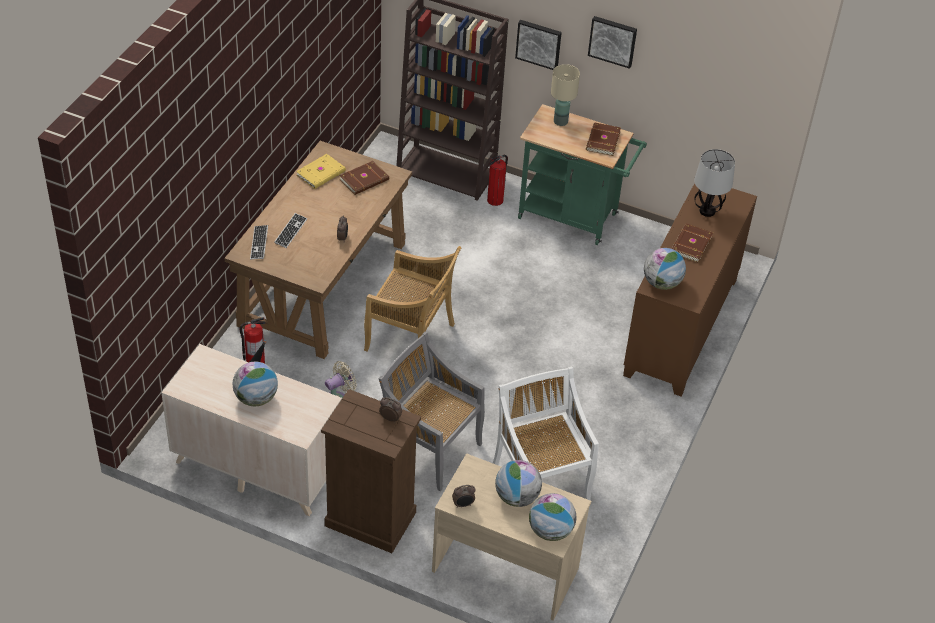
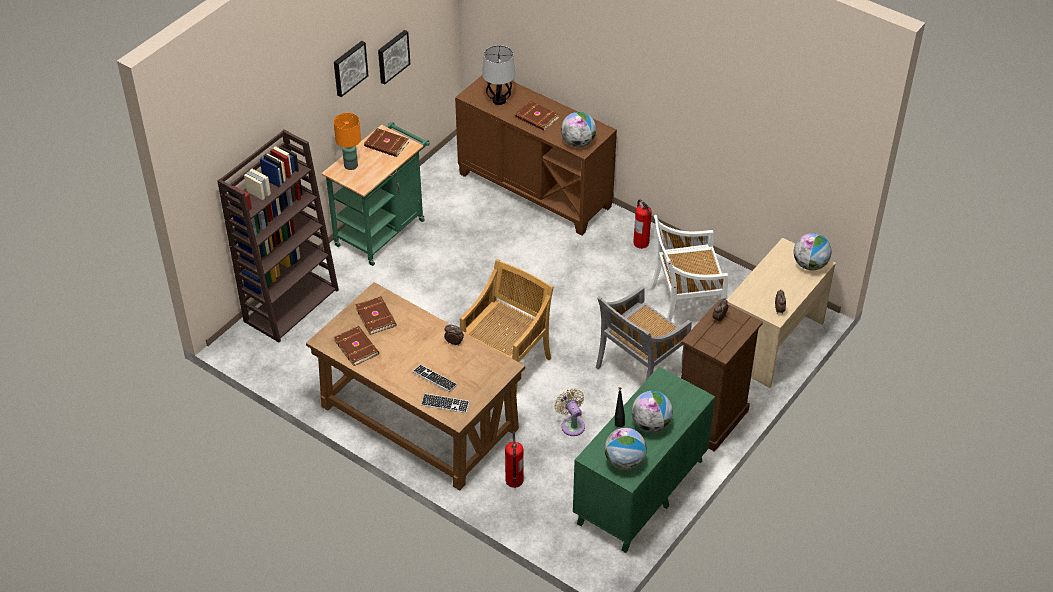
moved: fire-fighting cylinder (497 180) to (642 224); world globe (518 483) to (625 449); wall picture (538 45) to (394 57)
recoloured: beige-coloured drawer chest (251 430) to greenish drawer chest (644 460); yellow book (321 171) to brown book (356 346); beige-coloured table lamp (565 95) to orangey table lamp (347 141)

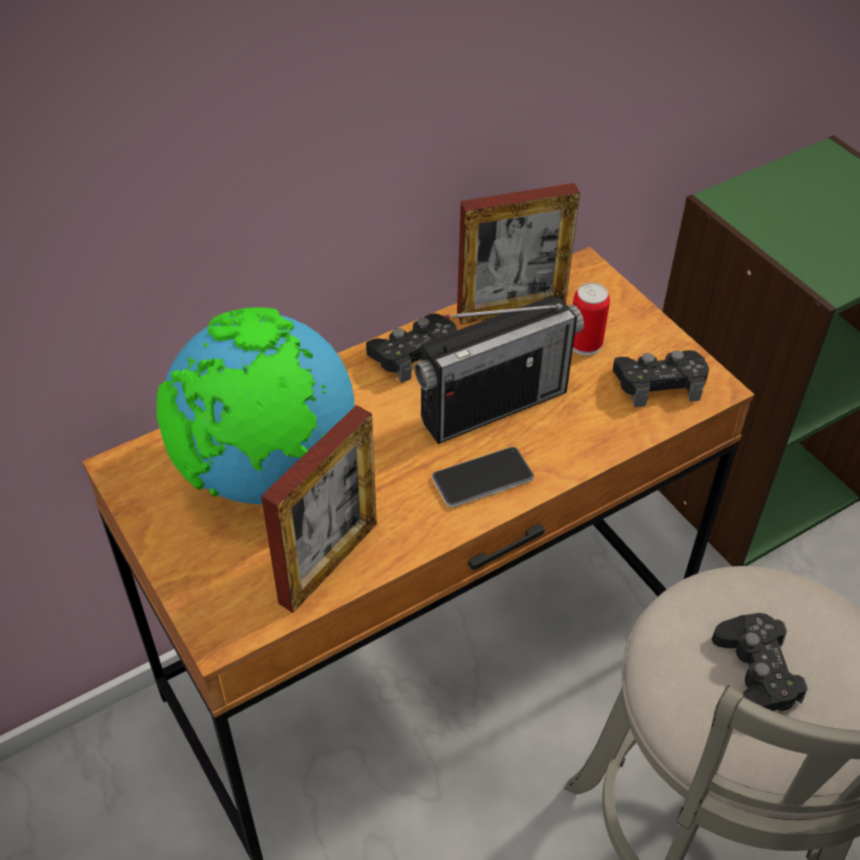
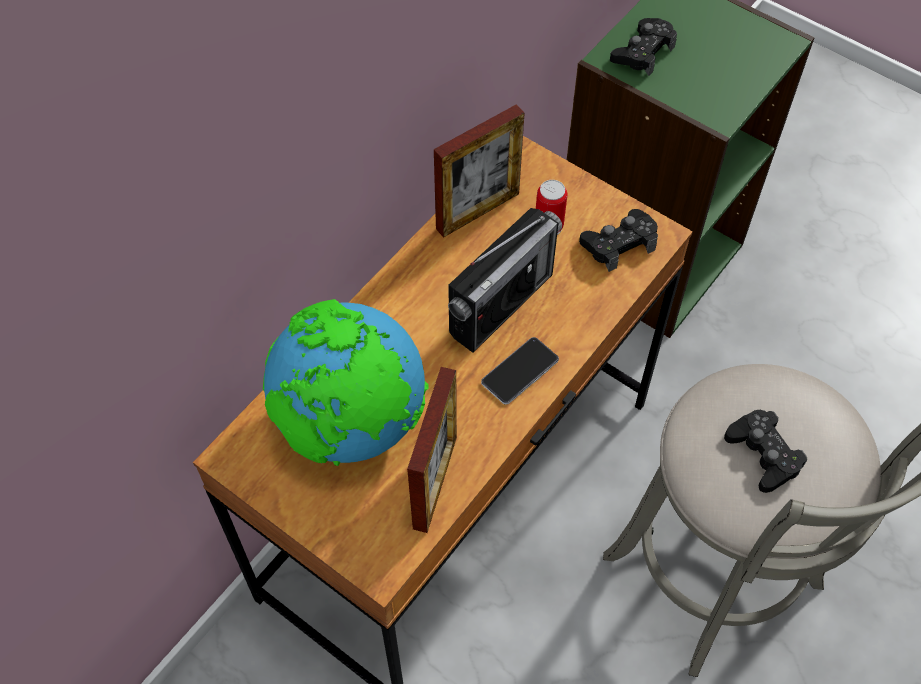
moved: blackish game controller (411 348) to (643 47)

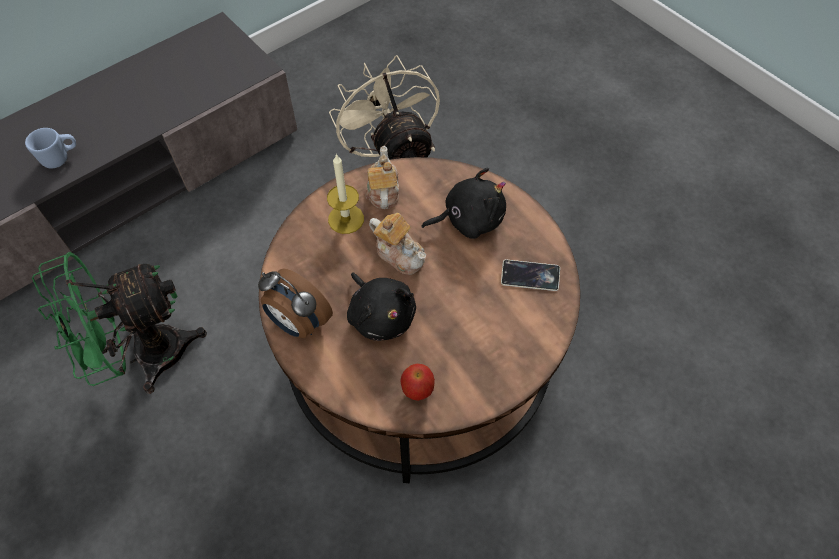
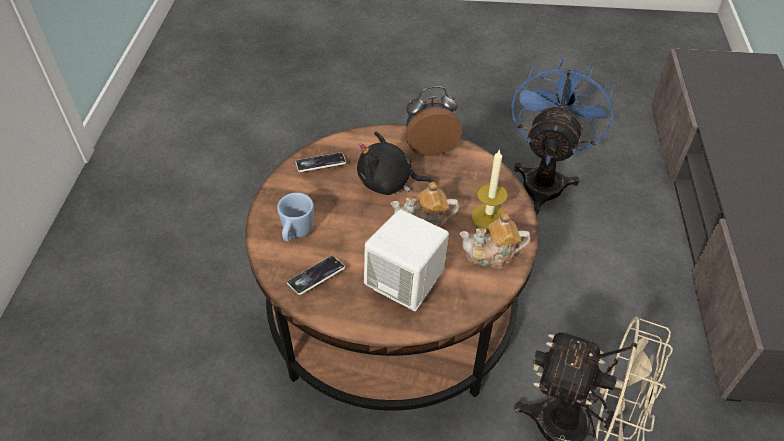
moved: bluish tea mug (50 148) to (295 217)
replaced: apple fruit (417 382) to handset (321 162); blackish soft toy (463 203) to white loudspeaker (406 260)
recoloured: greenish fan (119 323) to bluish fan (562 136)
turned: tea pot (382 177) = (495 241) 135 degrees clockwise

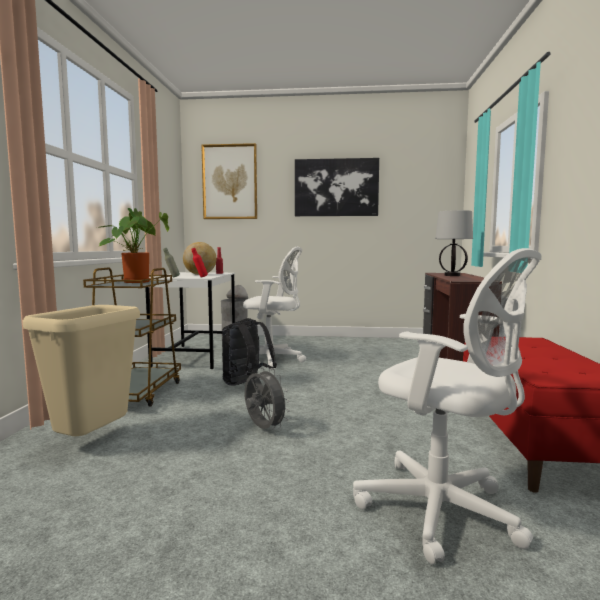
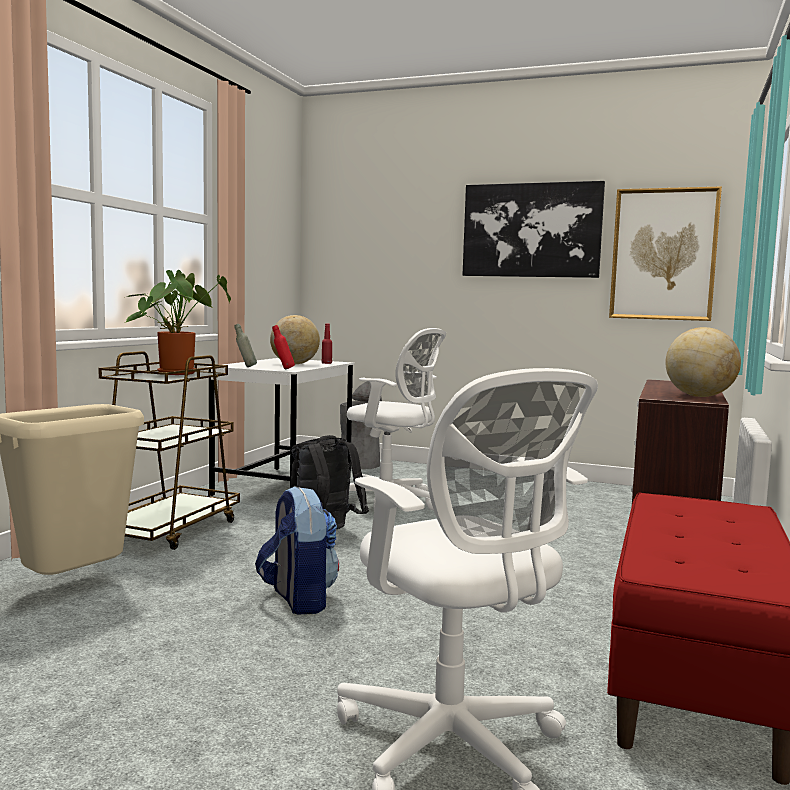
removed: table lamp (454 243)
added: world globe (703 362)
moved: wall picture (229 181) to (665 253)
replaced: greyish fan (267 398) to rucksack (297 550)

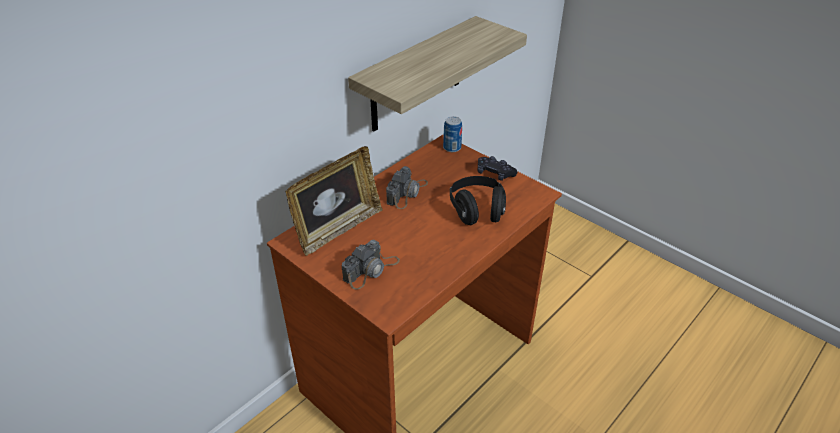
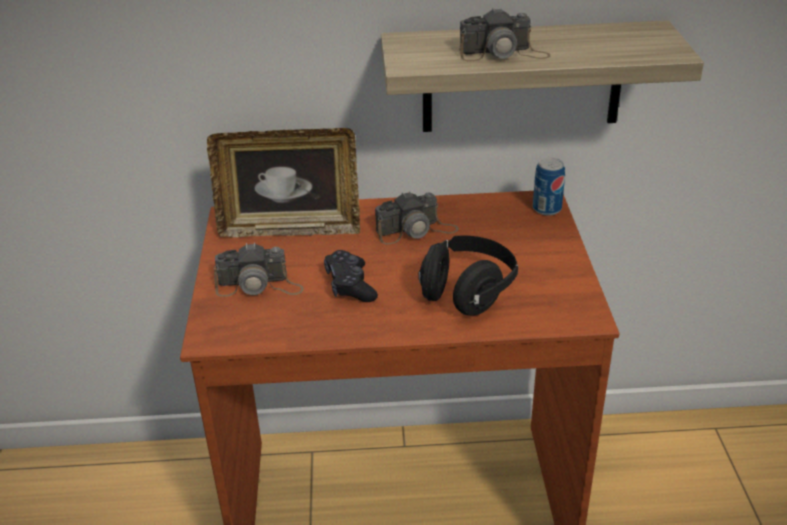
added: photo camera (505 34)
moved: blackish game controller (497 168) to (351 276)

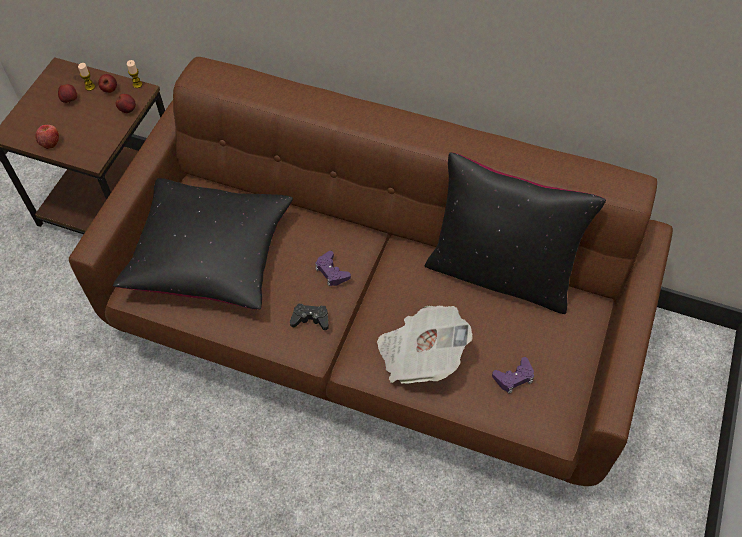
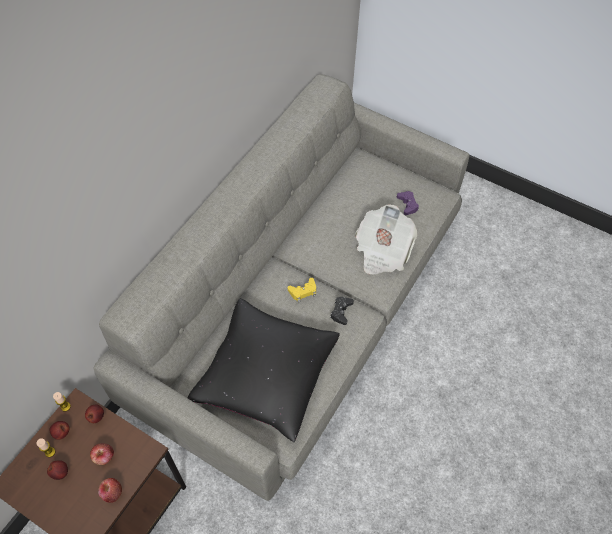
removed: blackish cushion (515 233)
added: apple fruit (102 454)
recoloured: brown settee (371 271) to greyish settee (281 287); purple game controller (333 268) to yellow game controller (302 290)

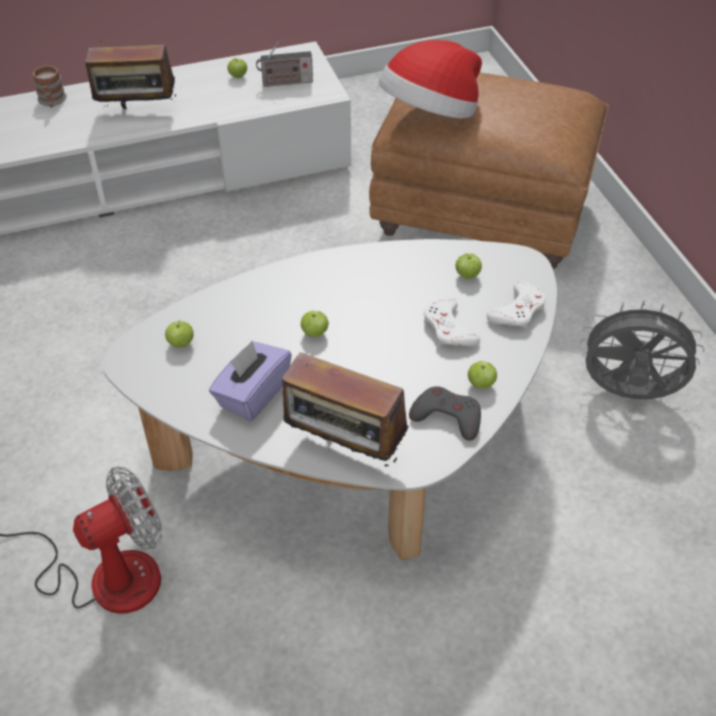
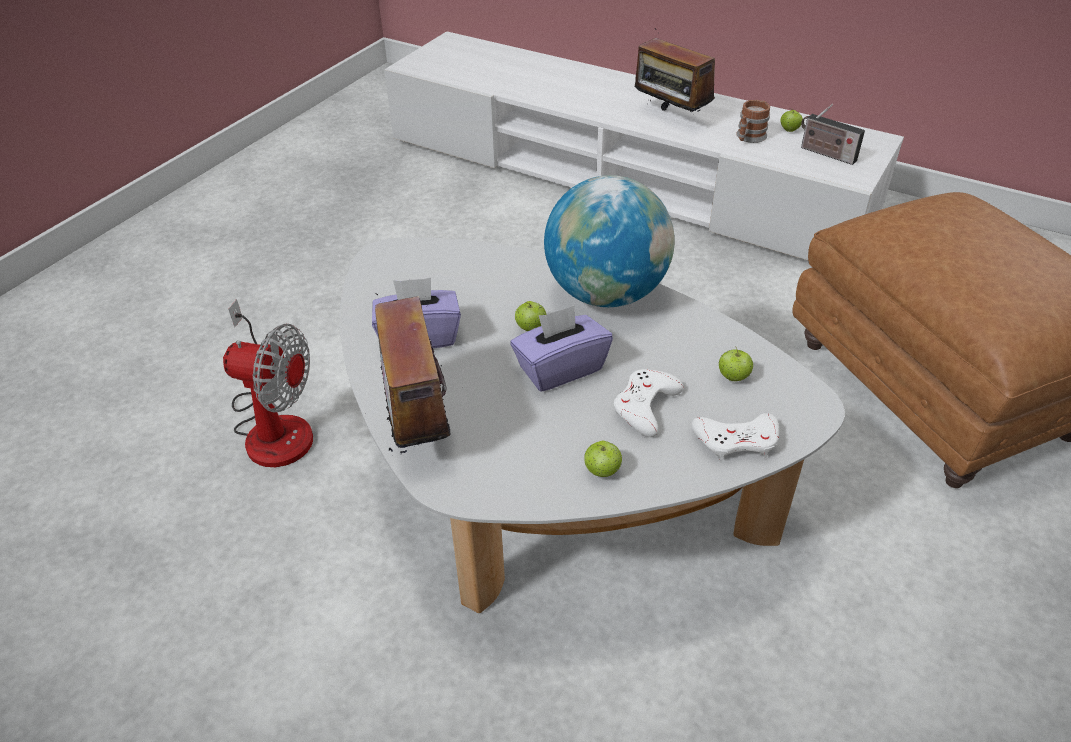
removed: apple fruit (179 333); clothing hat (430 79); greyish game controller (445 413); greyish fan (642 349)
added: purple tissue box (561 348); world globe (609 241)
moved: tea mug (50 86) to (753 121)

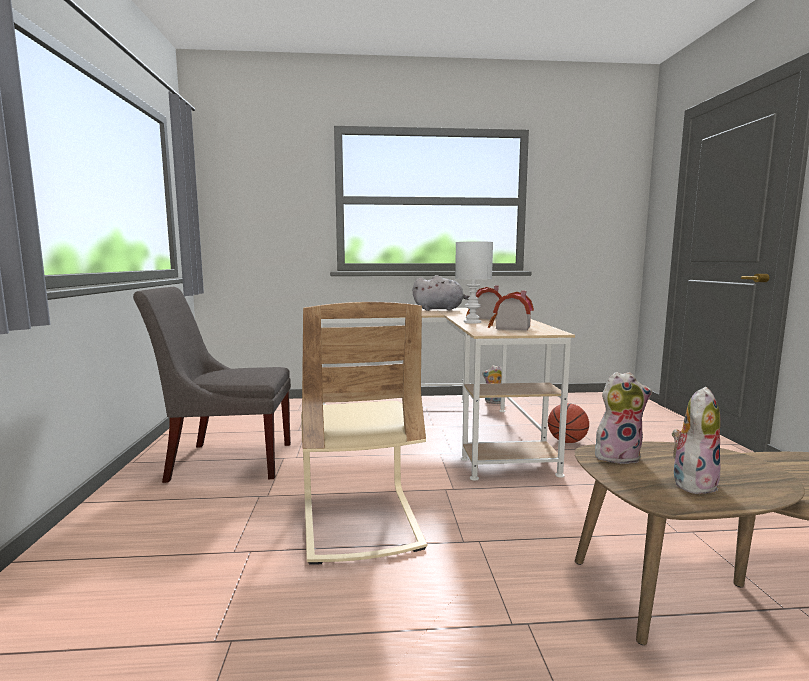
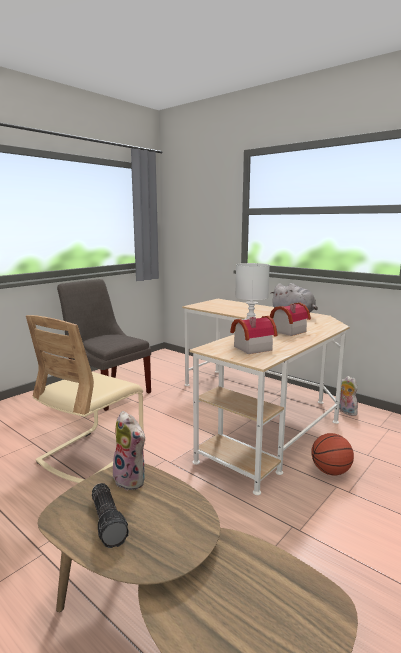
replaced: soft toy (696 440) to torch (110 515)

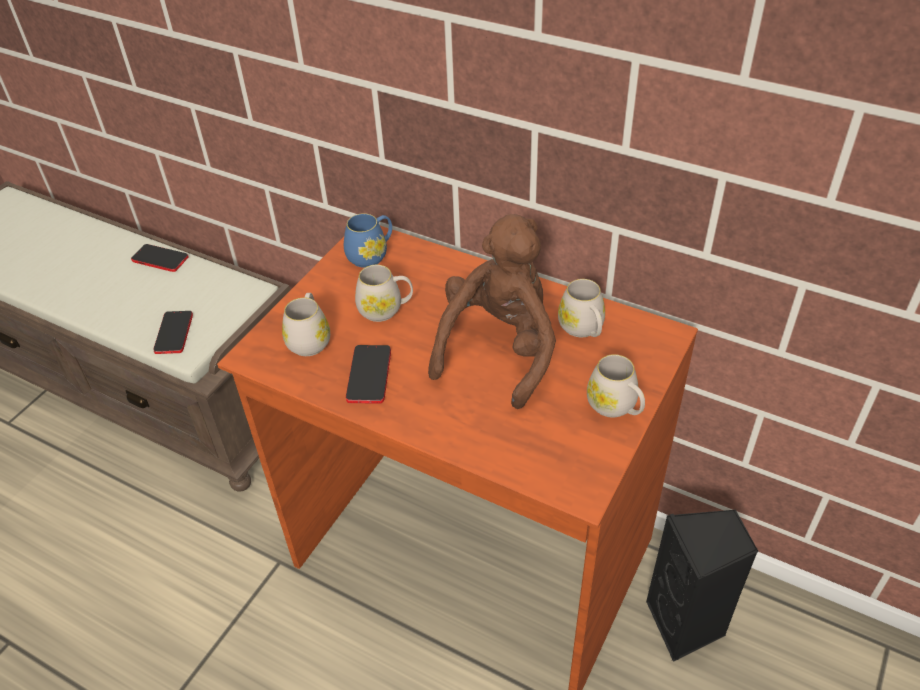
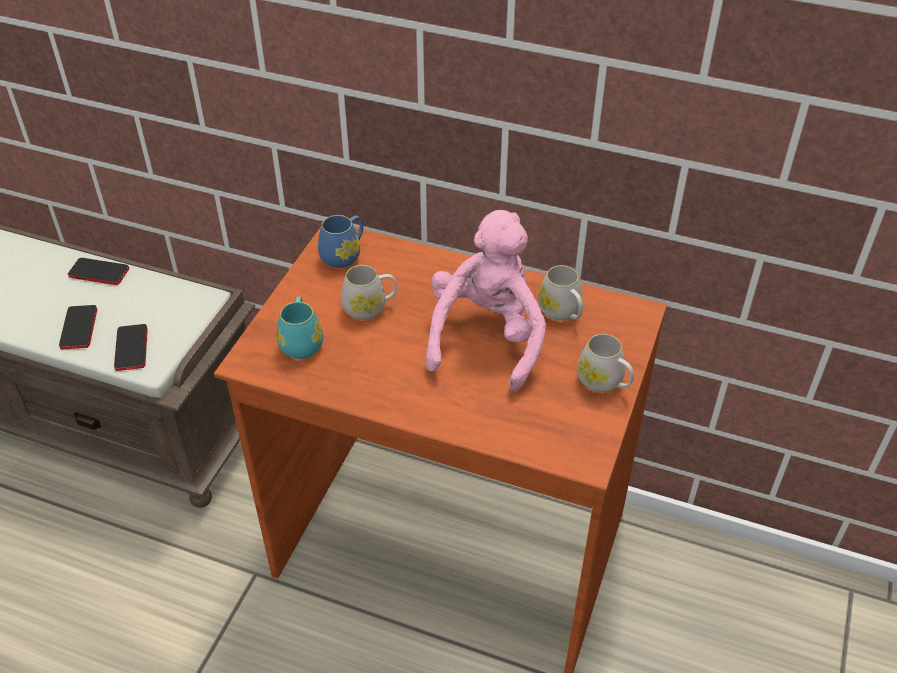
removed: blackish loudspeaker (702 586)
moved: handset (368 374) to (78 327)
recoloured: white tea mug (306 324) to blue-green tea mug (300 328); brown soft toy (492 311) to pinkish soft toy (485 301)

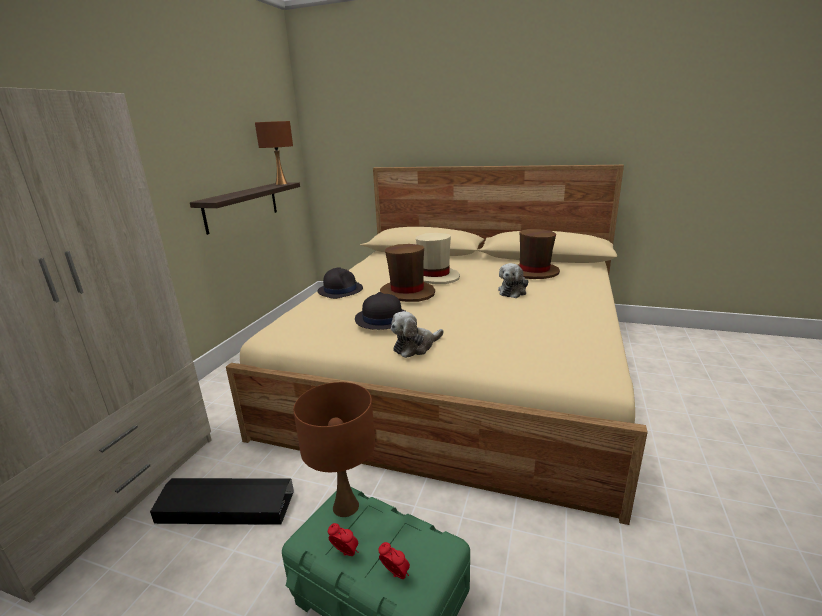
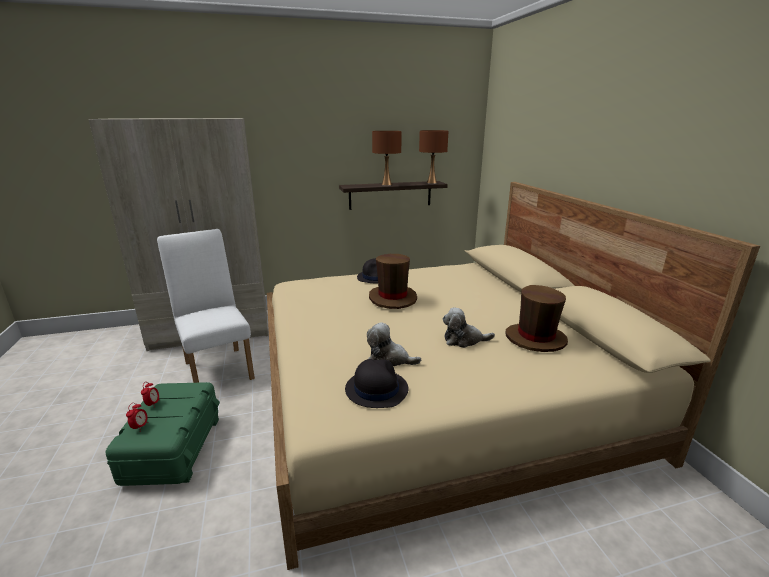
removed: beige-coloured clothing hat (438 258)
moved: brown table lamp (334 449) to (387 158); blackish clothing hat (381 311) to (376 383); soft toy (417 334) to (394 344)
replaced: blackish storage container (222 501) to white plain chair (206 306)

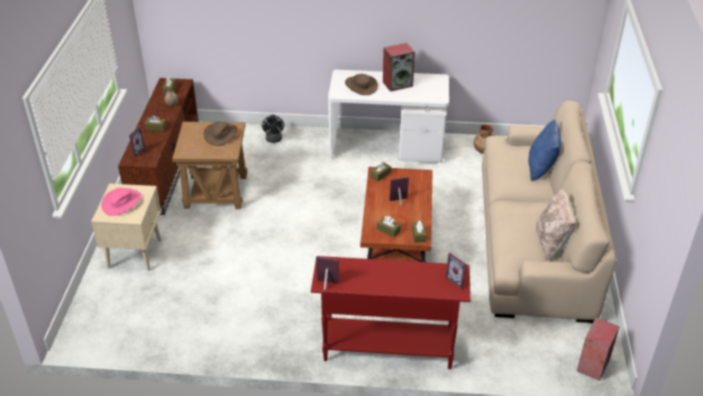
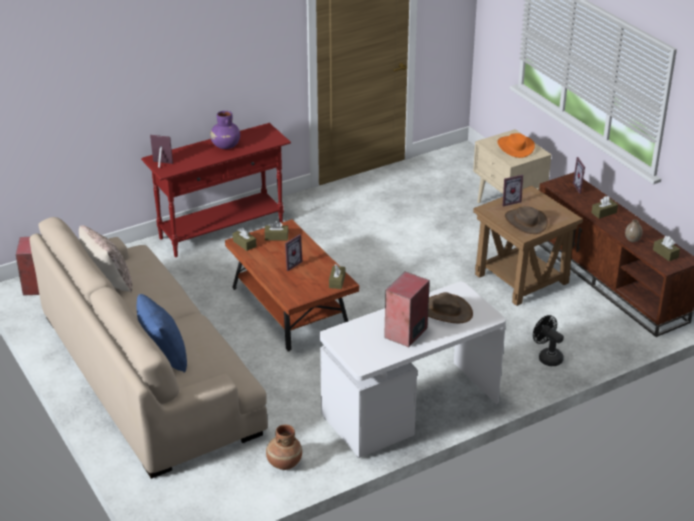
added: purple vase (225 130)
moved: picture frame (327 273) to (513 191)
recoloured: pinkish clothing hat (121 202) to orangey clothing hat (516 145)

